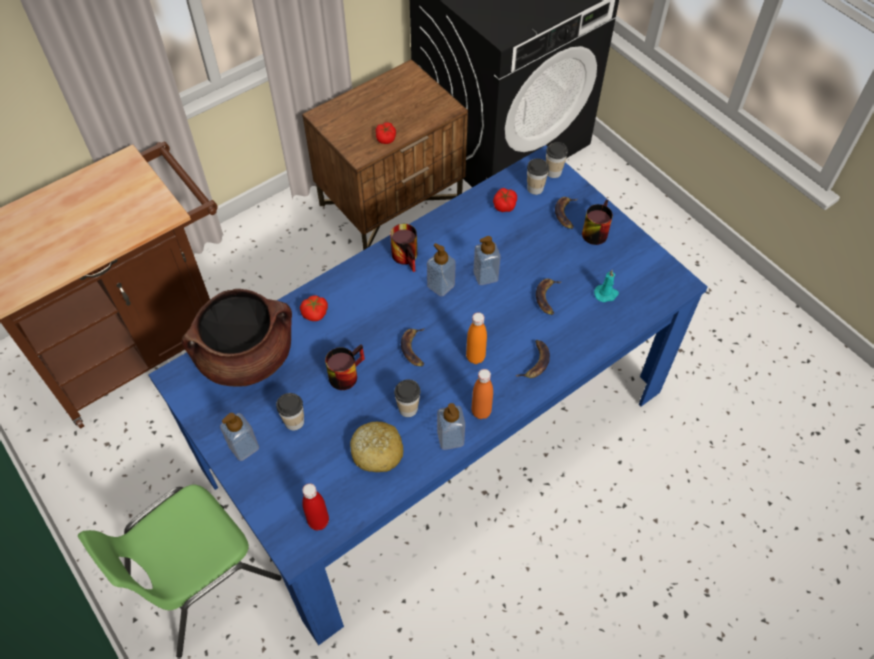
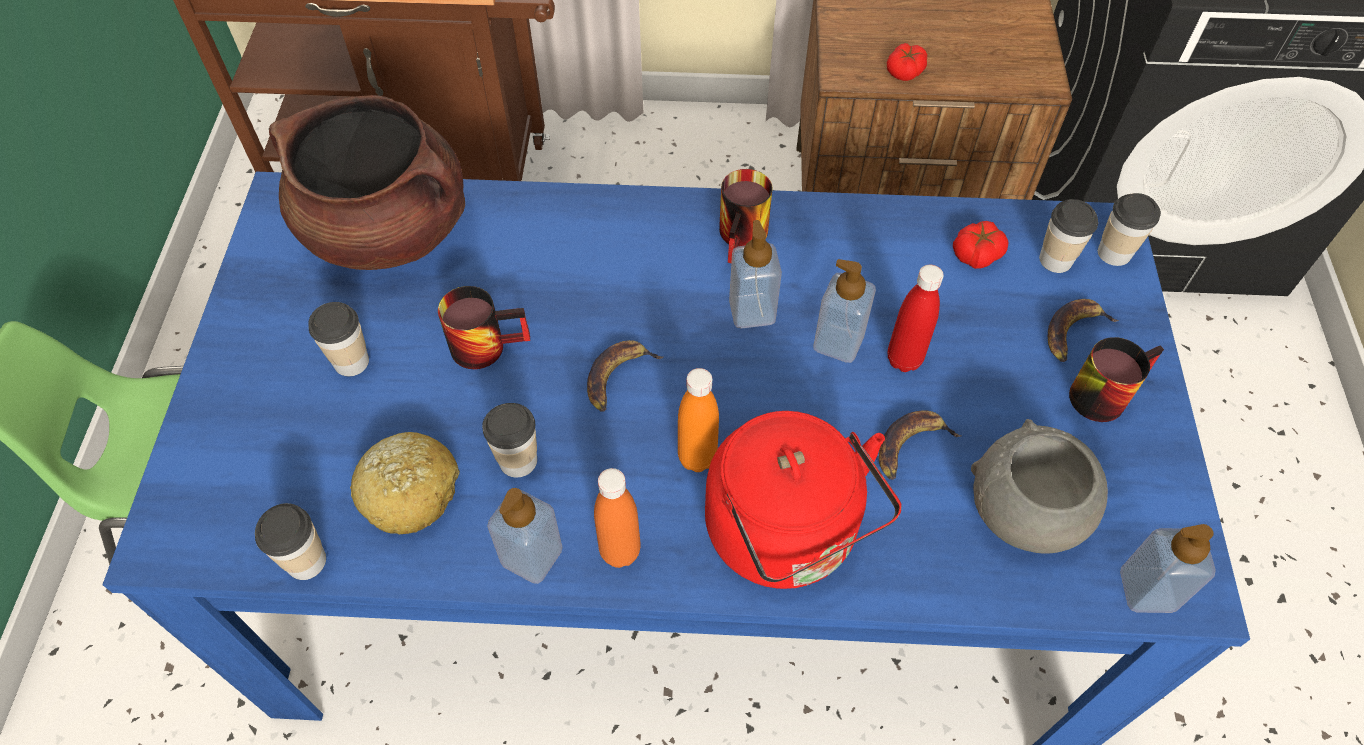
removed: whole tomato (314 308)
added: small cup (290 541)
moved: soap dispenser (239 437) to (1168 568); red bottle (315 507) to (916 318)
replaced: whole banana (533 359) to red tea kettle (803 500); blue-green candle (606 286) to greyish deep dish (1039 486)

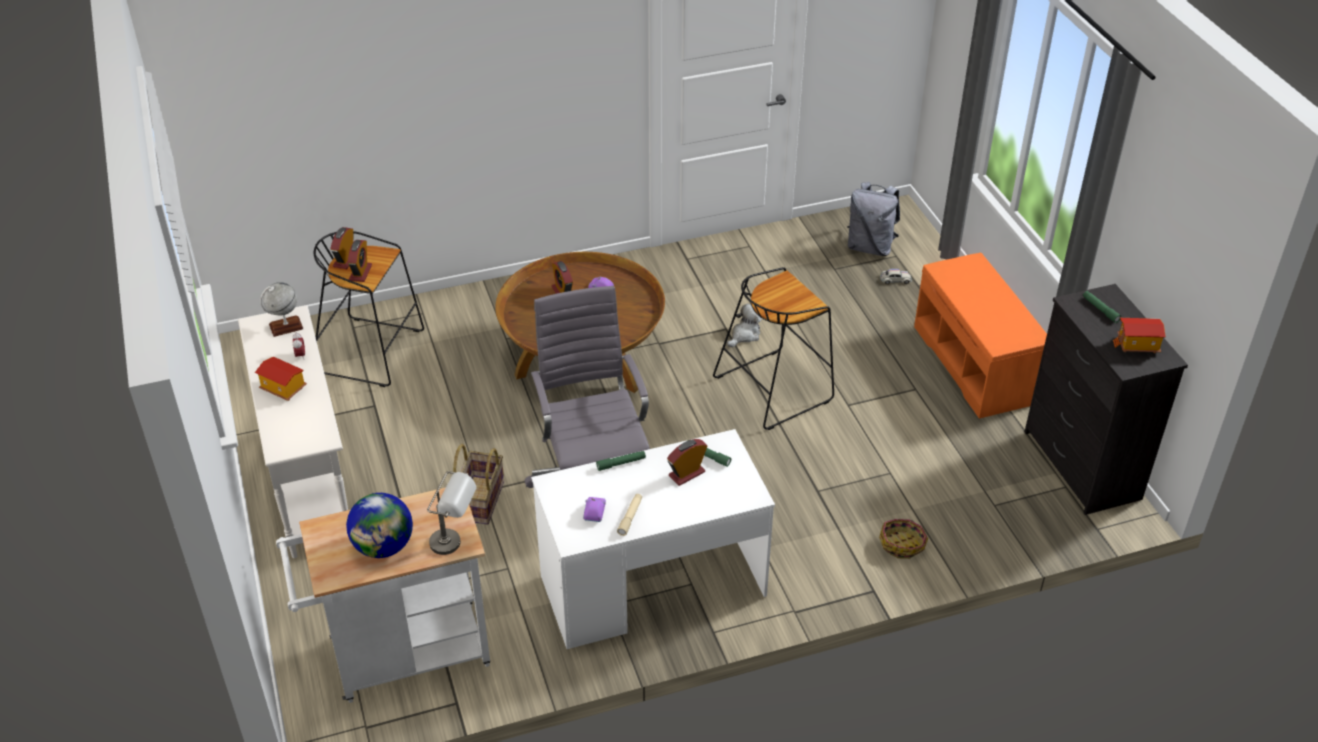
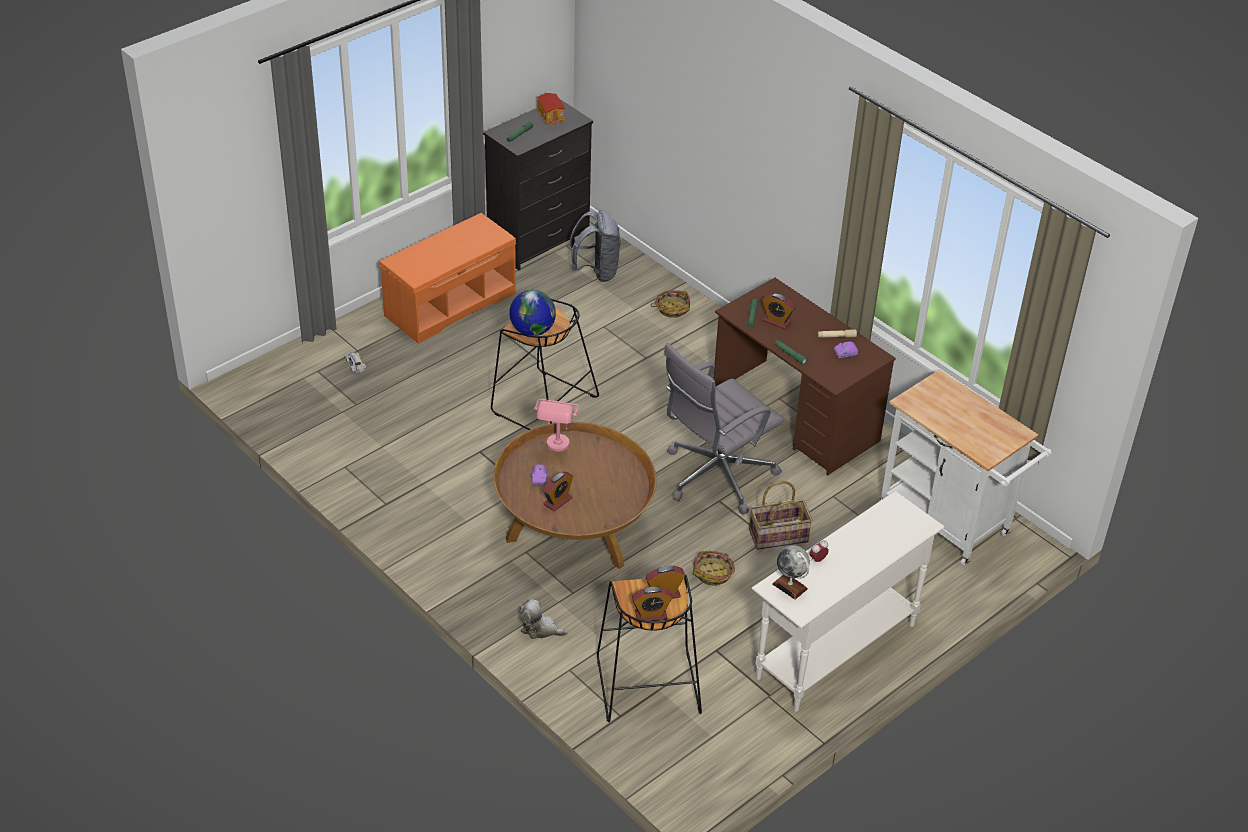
removed: toy house (281 379); greyish table lamp (452 513)
added: pinkish table lamp (556 425); household basket (714 568)
moved: world globe (379 525) to (532 313); soft toy (744 325) to (544 619); greyish rucksack (873 219) to (595 246)
recoloured: white desk (653 539) to brown desk (804 376)

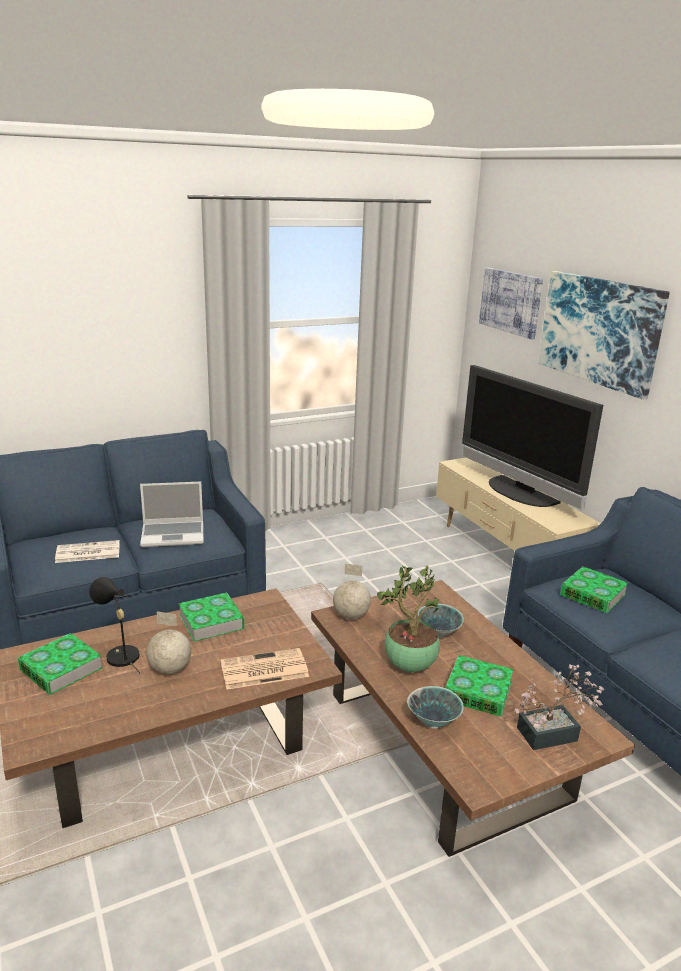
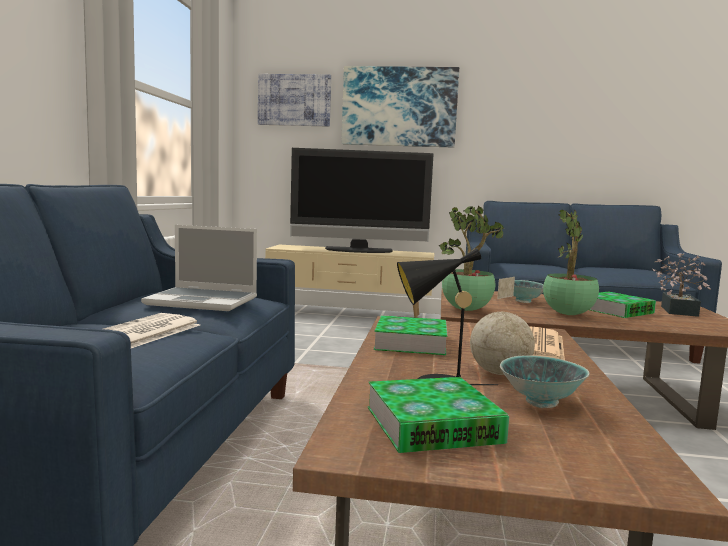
removed: book (594 589)
moved: deep dish (435 707) to (545 381)
replaced: world globe (352 591) to plant in a pot (471 258)
turned: portable computer (172 514) = (199 268) 75 degrees clockwise

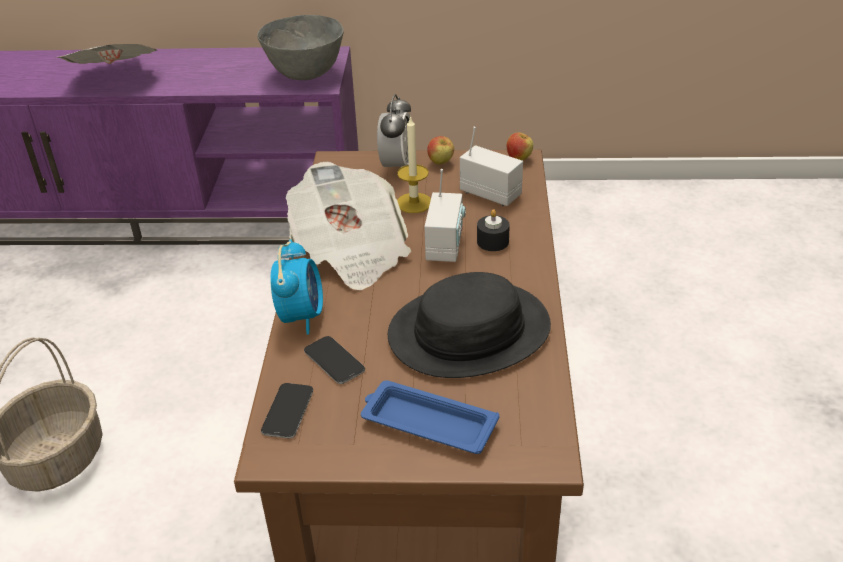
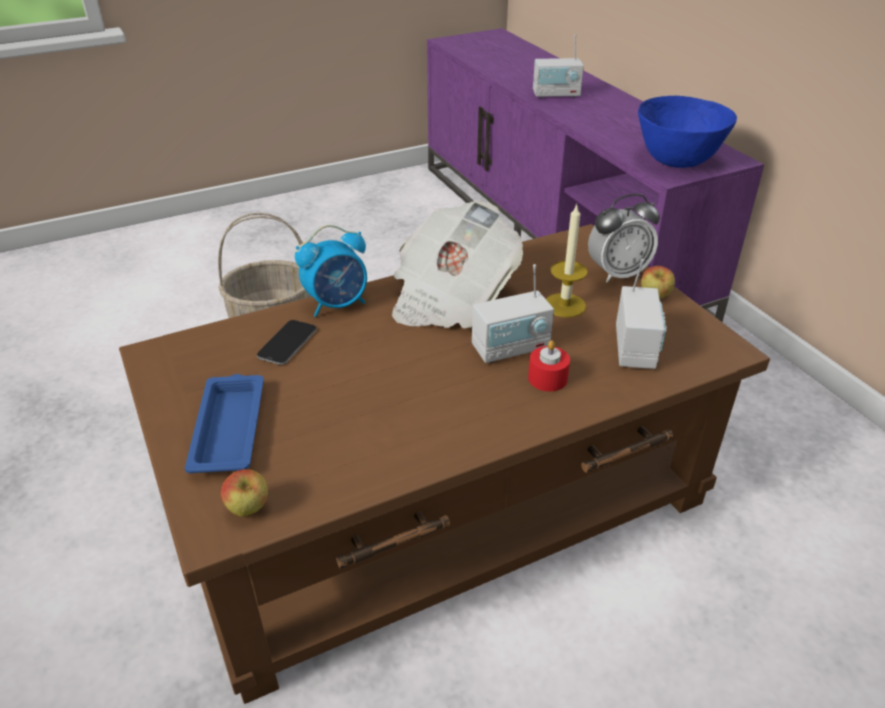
removed: handset (287 410); blackish clothing hat (469 325)
moved: apple fruit (520 147) to (244 493)
replaced: daily paper (106 54) to radio set (558 66)
recoloured: greyish deep dish (301 47) to bluish deep dish (687 132); blackish candle (493 230) to red candle (549 365)

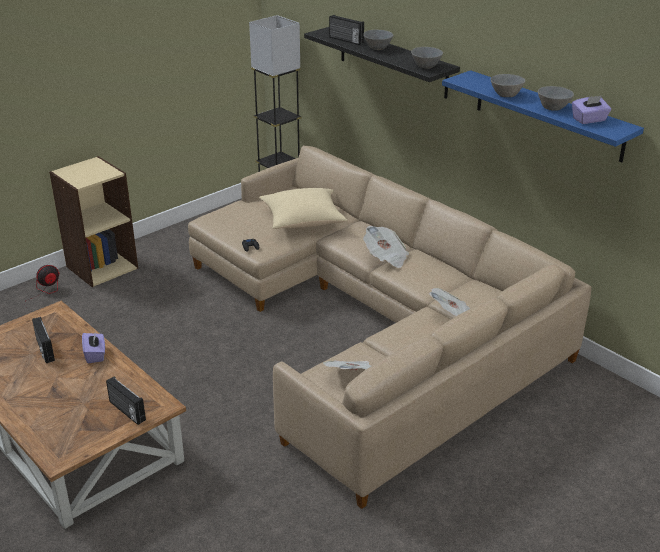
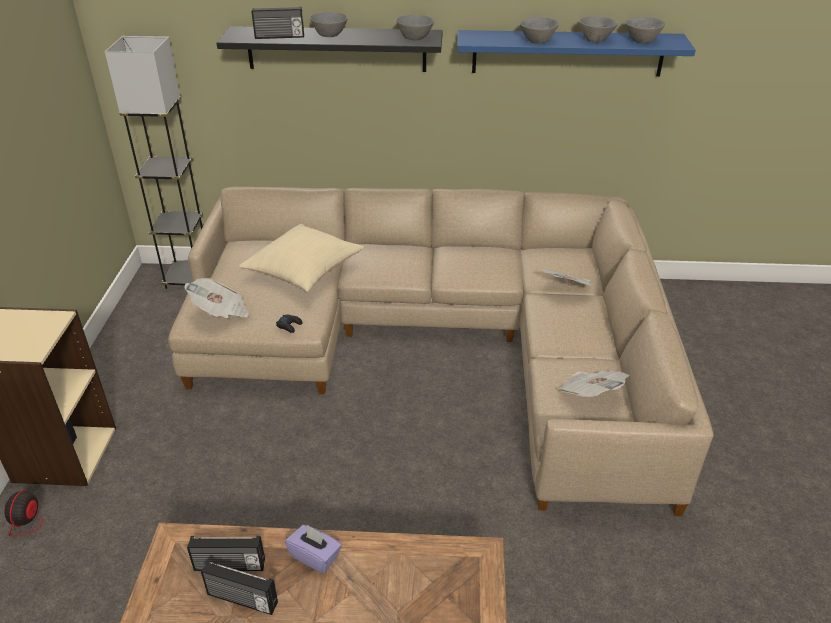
moved: radio set (126 400) to (226 553); daily paper (386 247) to (217 298)
replaced: purple tissue box (591 110) to greyish deep dish (645 30)

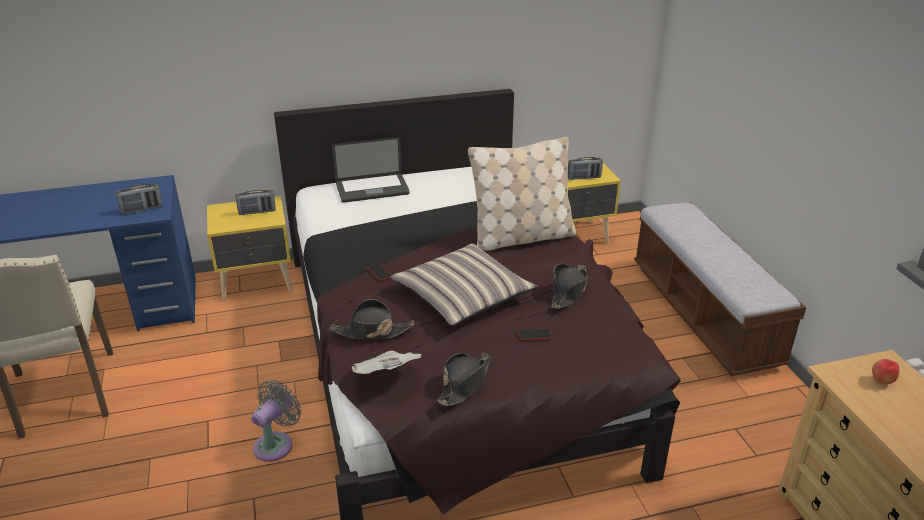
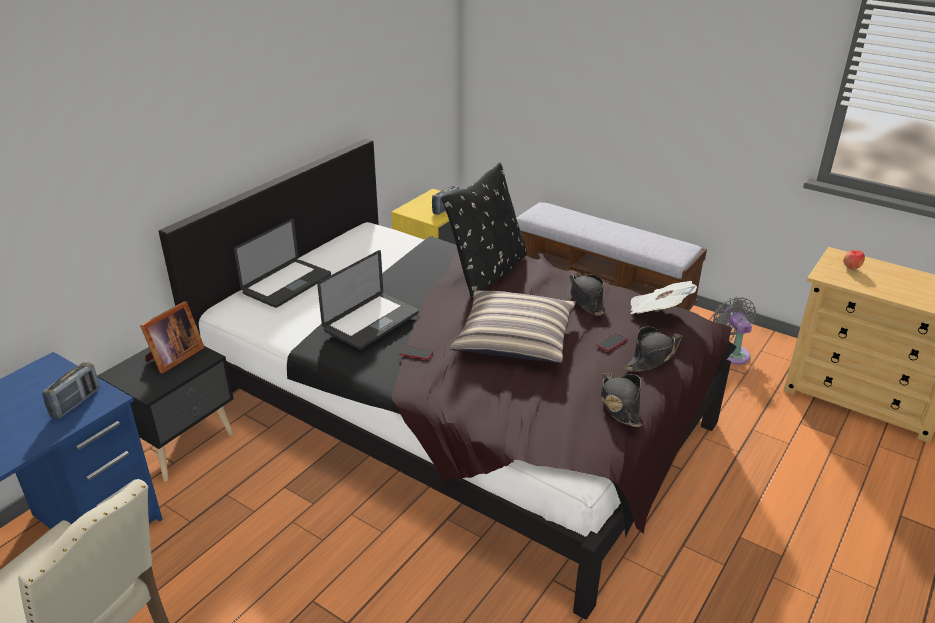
added: portable computer (368 299)
moved: greyish fan (276 421) to (734 331); blackish clothing hat (372 319) to (653 348); daily paper (387 362) to (663 297)
replaced: radio set (255 202) to picture frame (172 337)
recoloured: yellow night table (249 248) to blackish night table (165 413); beige-coloured cushion (522 194) to blackish cushion (484 230)

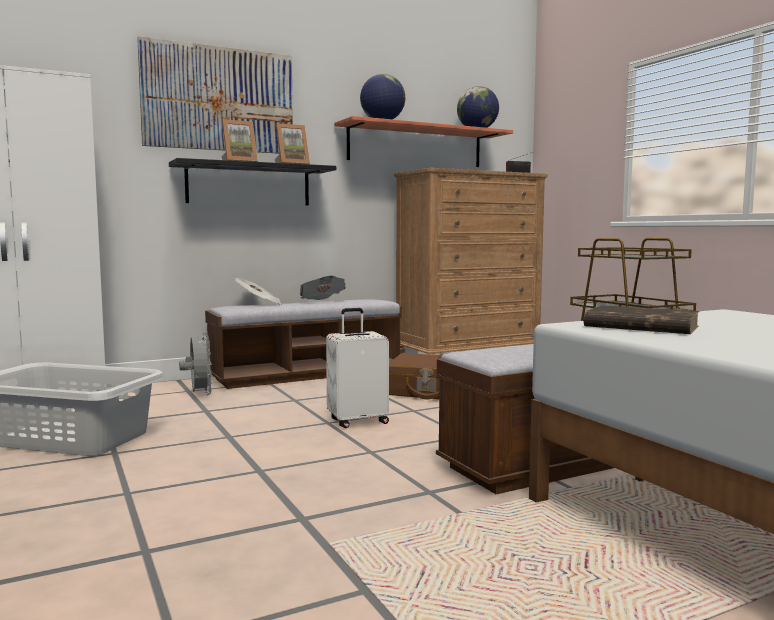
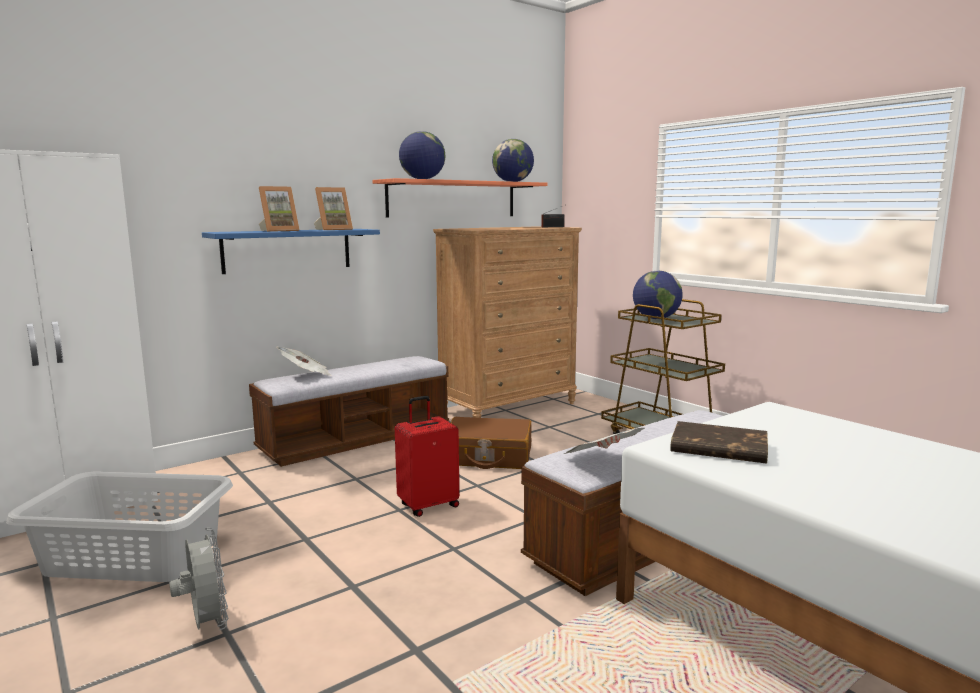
removed: wall picture (215 95)
added: world globe (658 295)
moved: greyish fan (195 364) to (198 579); daily paper (323 288) to (604 441)
recoloured: blackish bracket shelf (252 181) to bluish bracket shelf (291 251); white travel case (357 368) to red travel case (427 456)

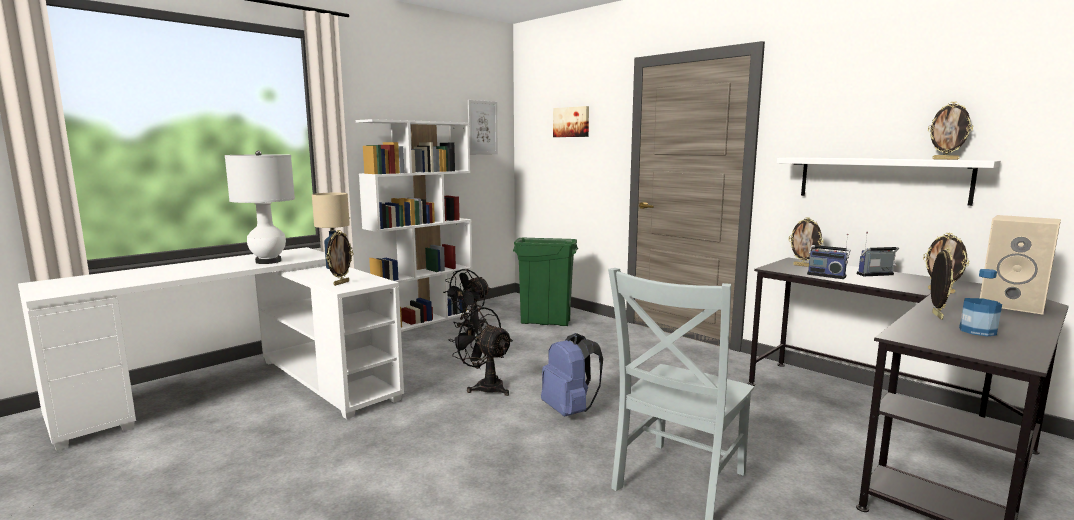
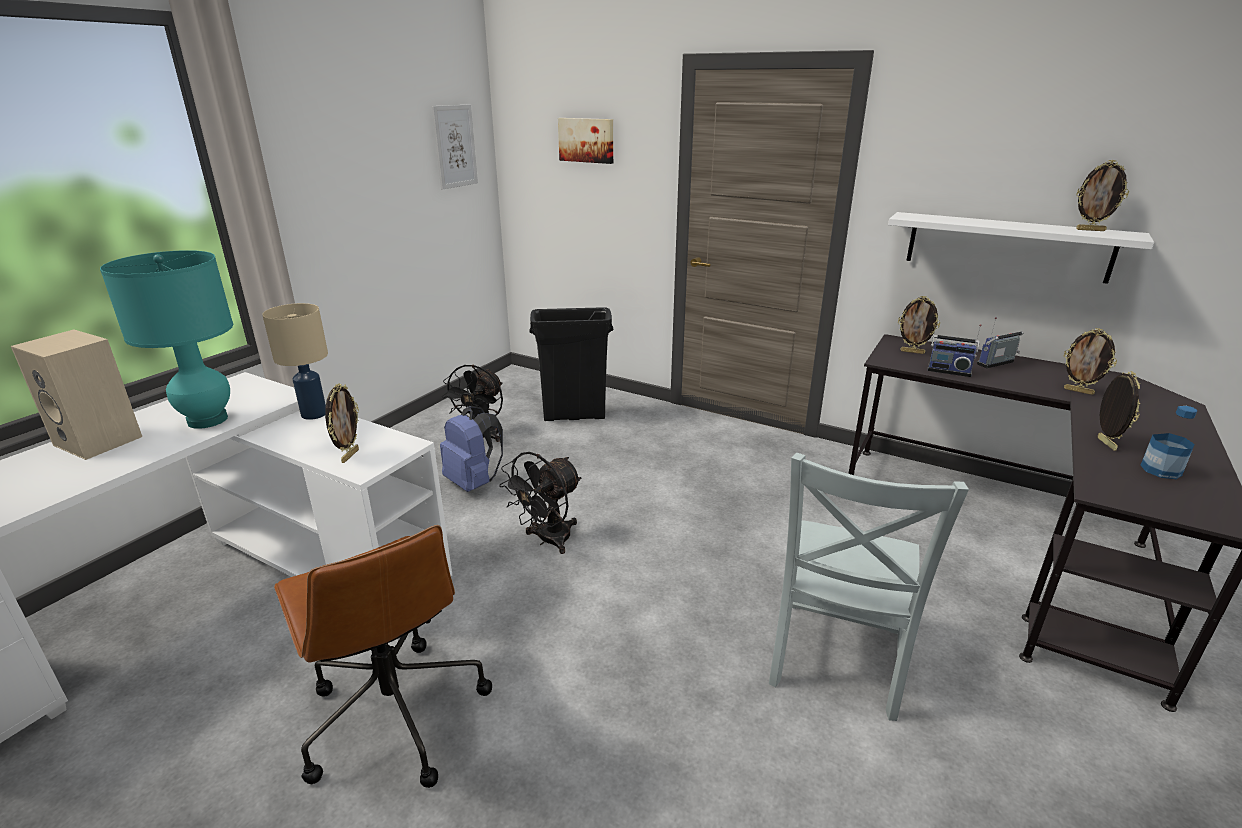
removed: white shelving unit (414 225)
added: brown desk chair (383 656)
moved: bluish rucksack (572 375) to (471 449); beige-coloured loudspeaker (1020 265) to (76 395)
recoloured: white table lamp (260 207) to blue-green table lamp (167 339); greenish trash can (545 282) to blackish trash can (571 364)
turned: blackish fan (481 351) = (540 503) 75 degrees counterclockwise

